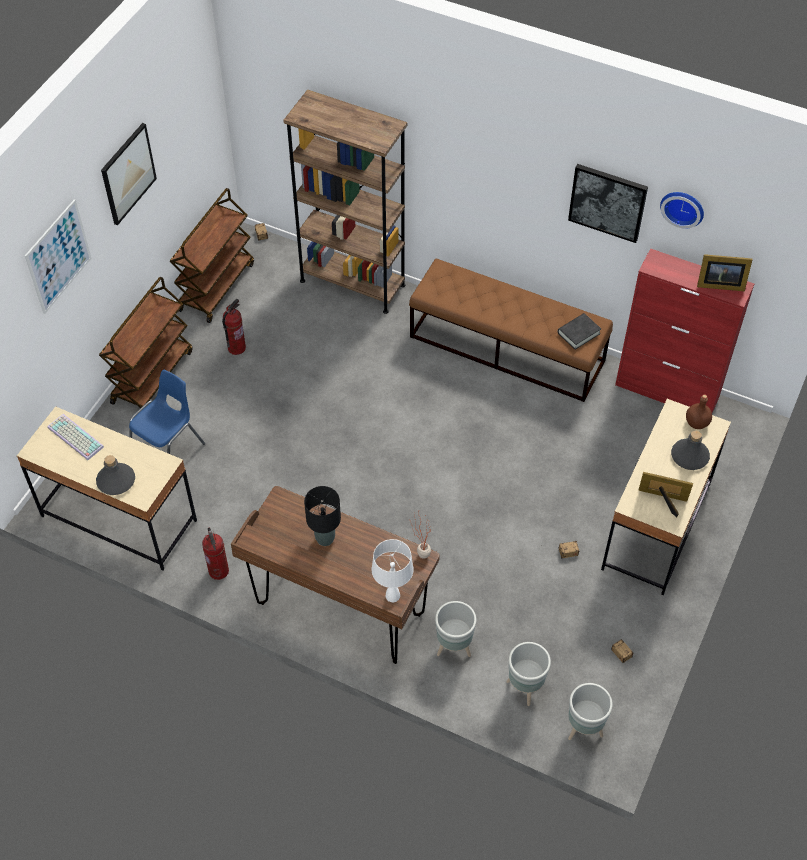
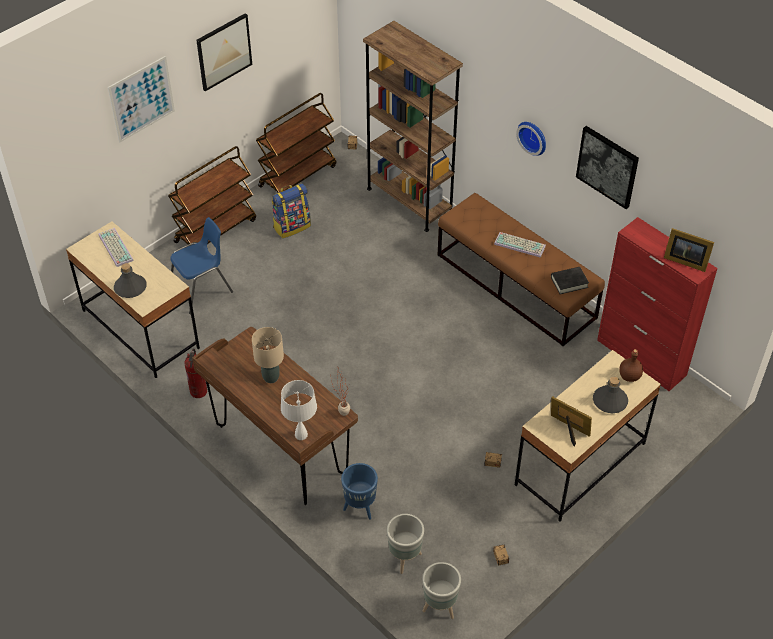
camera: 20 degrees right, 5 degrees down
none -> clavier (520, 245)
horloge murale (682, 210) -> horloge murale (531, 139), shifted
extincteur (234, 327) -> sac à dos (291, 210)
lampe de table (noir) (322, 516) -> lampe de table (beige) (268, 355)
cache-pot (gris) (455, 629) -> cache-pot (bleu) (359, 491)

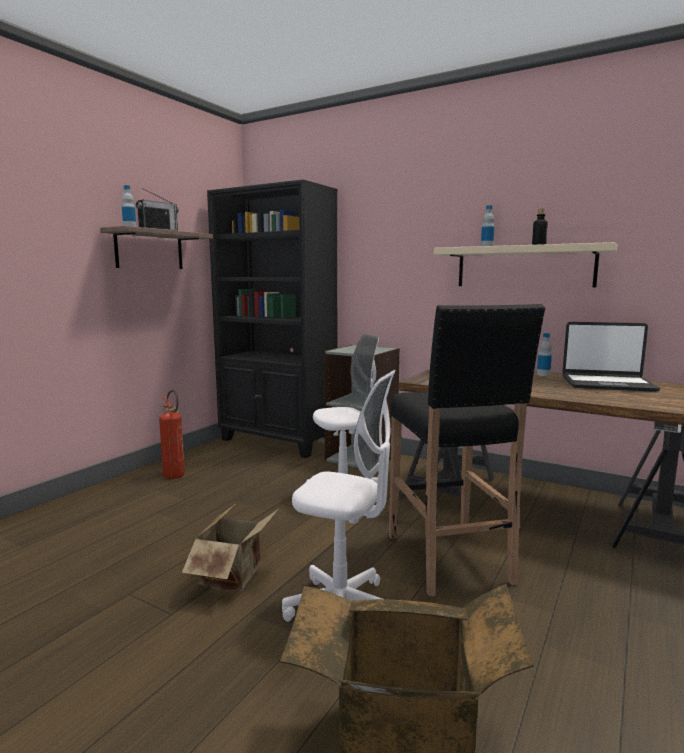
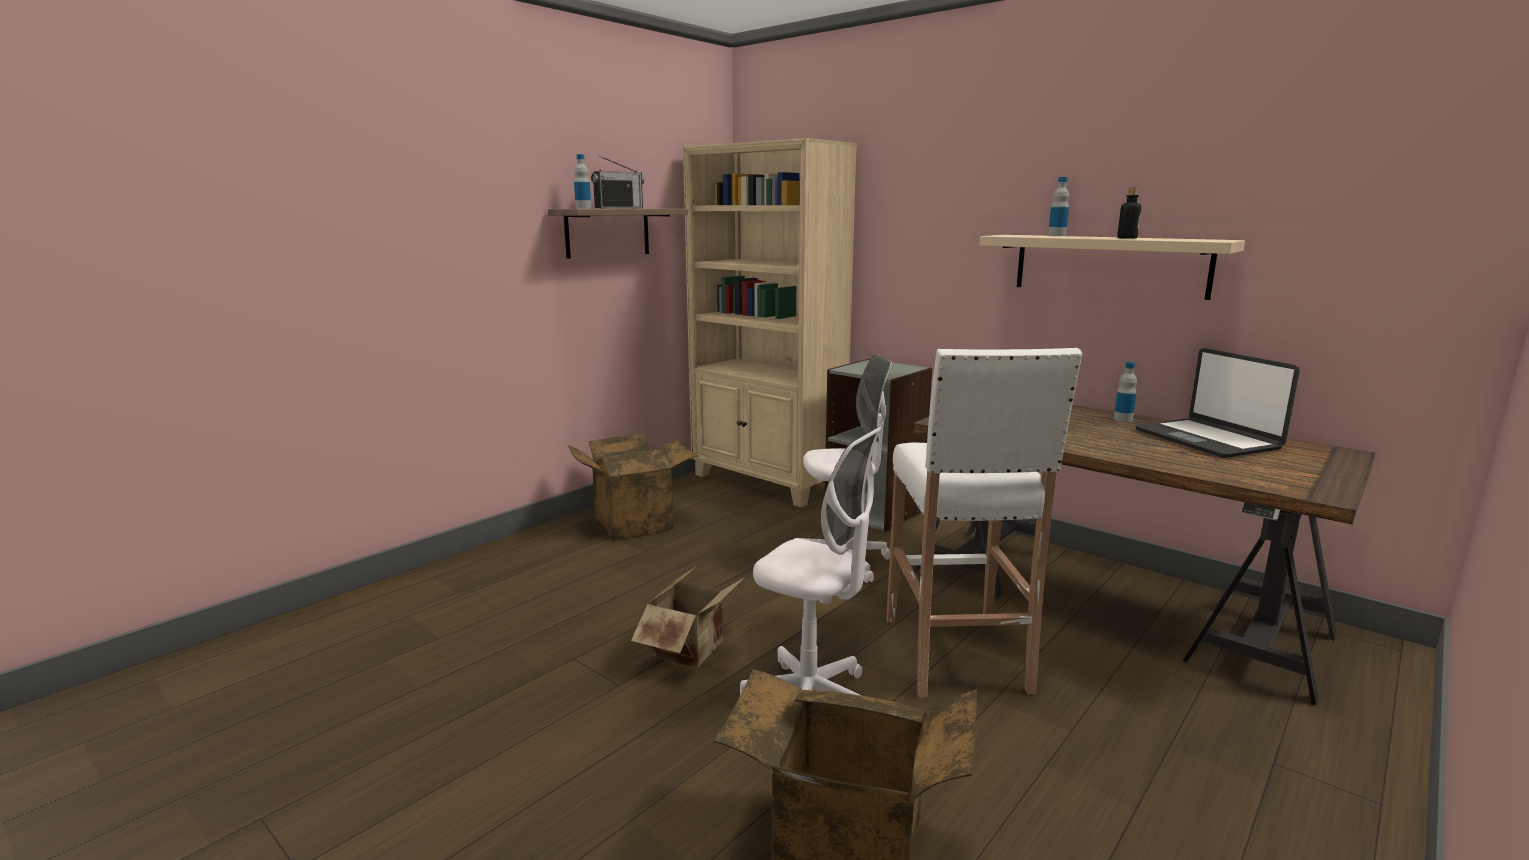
camera: 10 degrees right, 5 degrees up
extincteur (172, 434) -> carton (633, 487)
bibliothèque (noir) (272, 318) -> bibliothèque (beige) (770, 323)
tabouret (noir) (467, 450) -> tabouret (blanc) (984, 522)
ordinateur portable (611, 357) -> ordinateur portable (1218, 403), 45 degrees clockwise

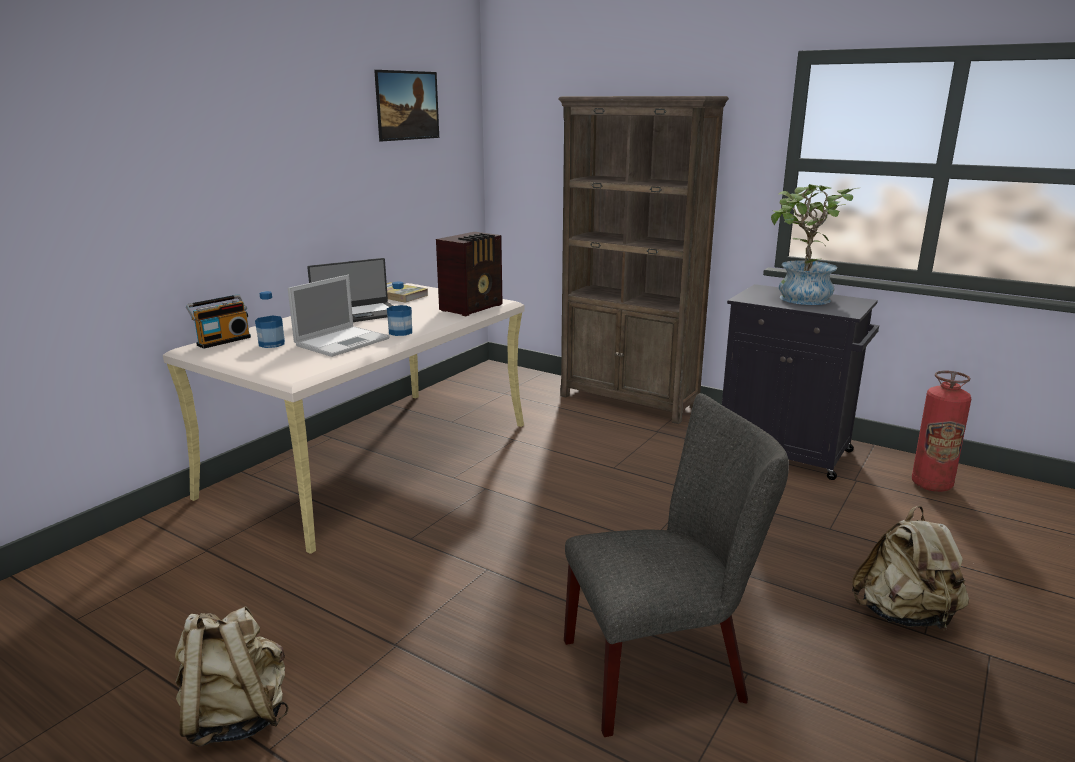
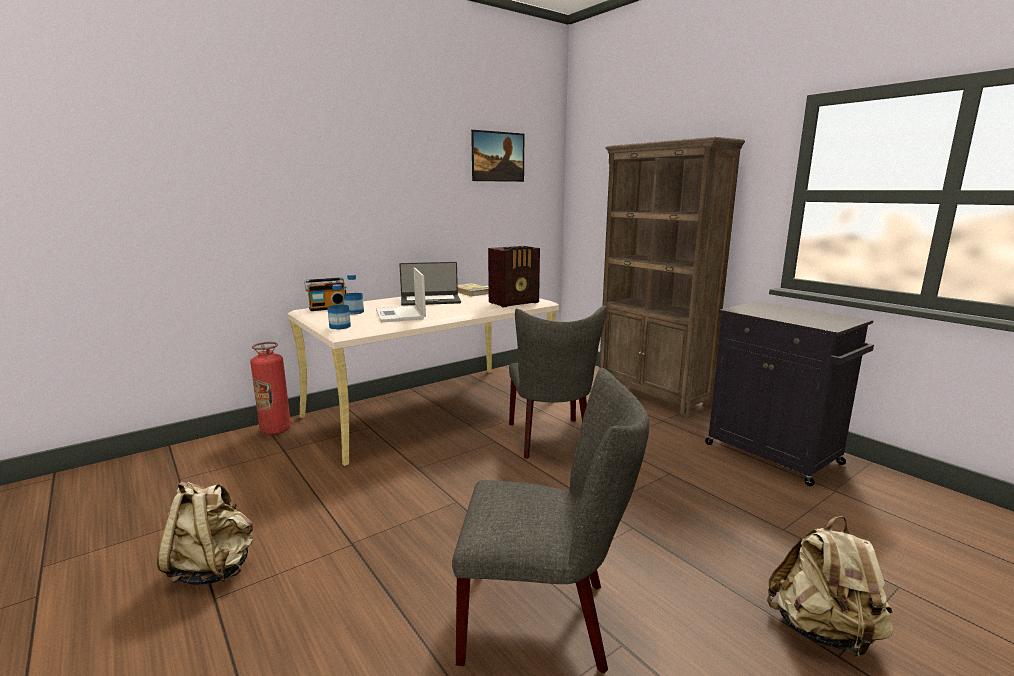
camera: 20 degrees right, 5 degrees down
plante en pot (814, 244) -> none
none -> chaise (gris) (558, 382)
bouteille (399, 308) -> bouteille (339, 306), shifted
extincteur (941, 431) -> extincteur (270, 388), shifted
ordinateur portable (338, 316) -> ordinateur portable (401, 295), 105 degrees clockwise

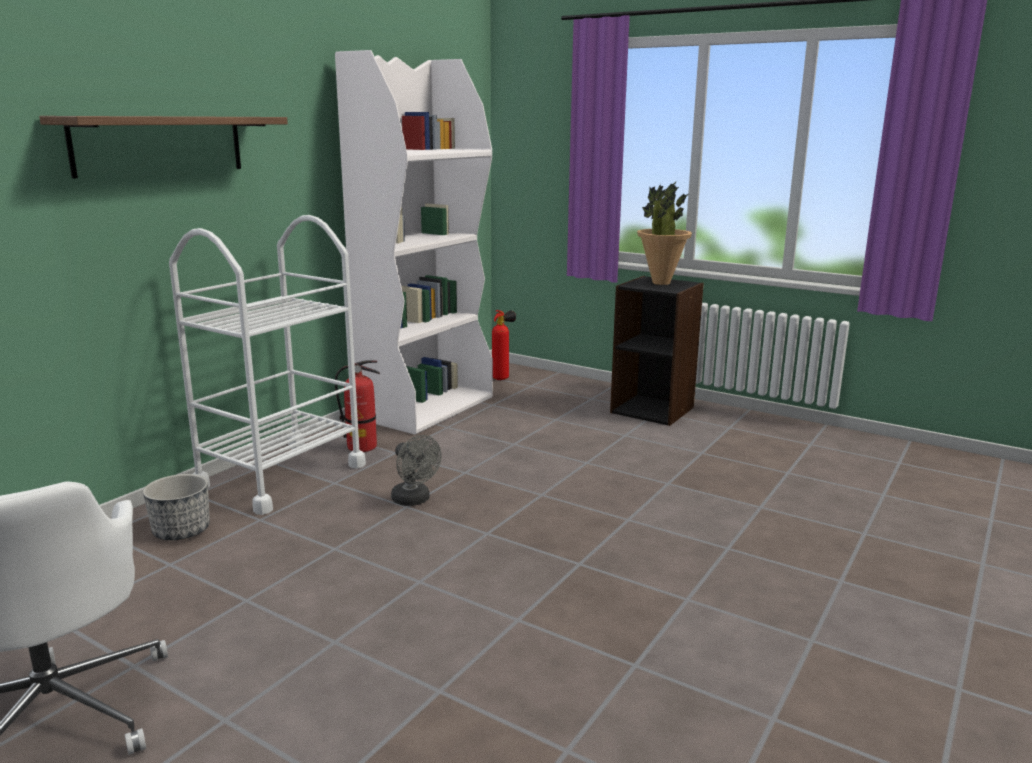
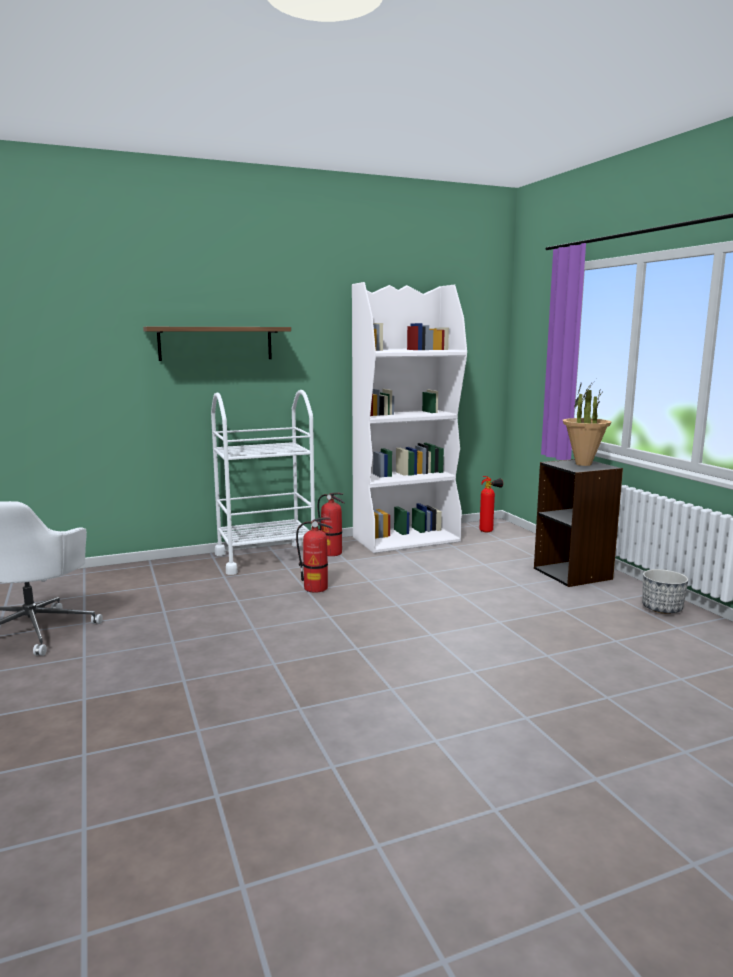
camera: 35 degrees right, 5 degrees down
cache-pot (176, 507) -> cache-pot (665, 591), shifted
ventilateur (gris) (416, 470) -> extincteur (314, 555)

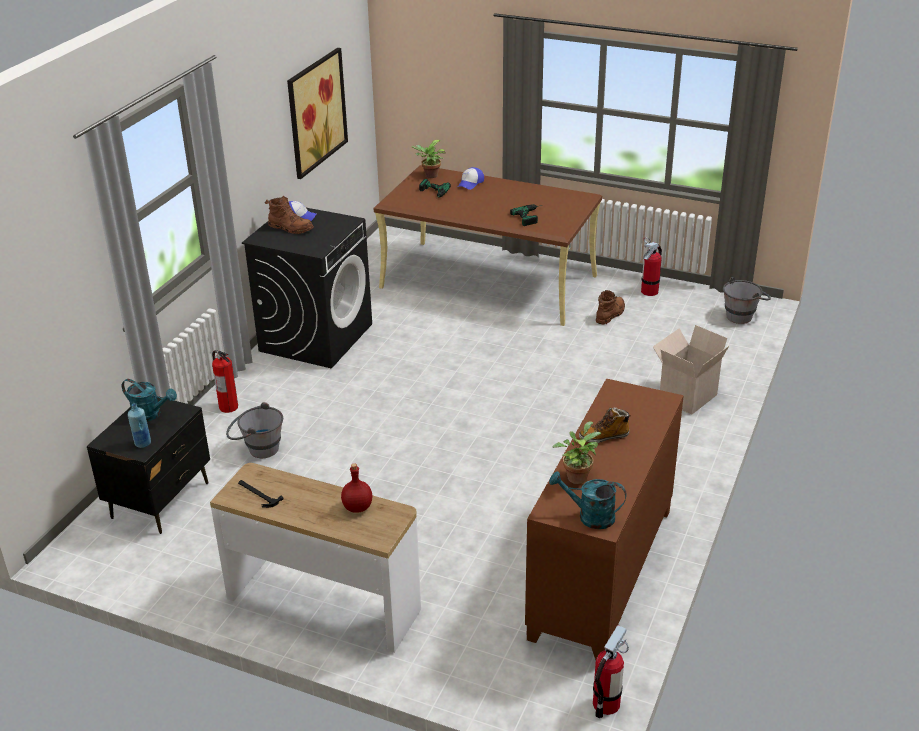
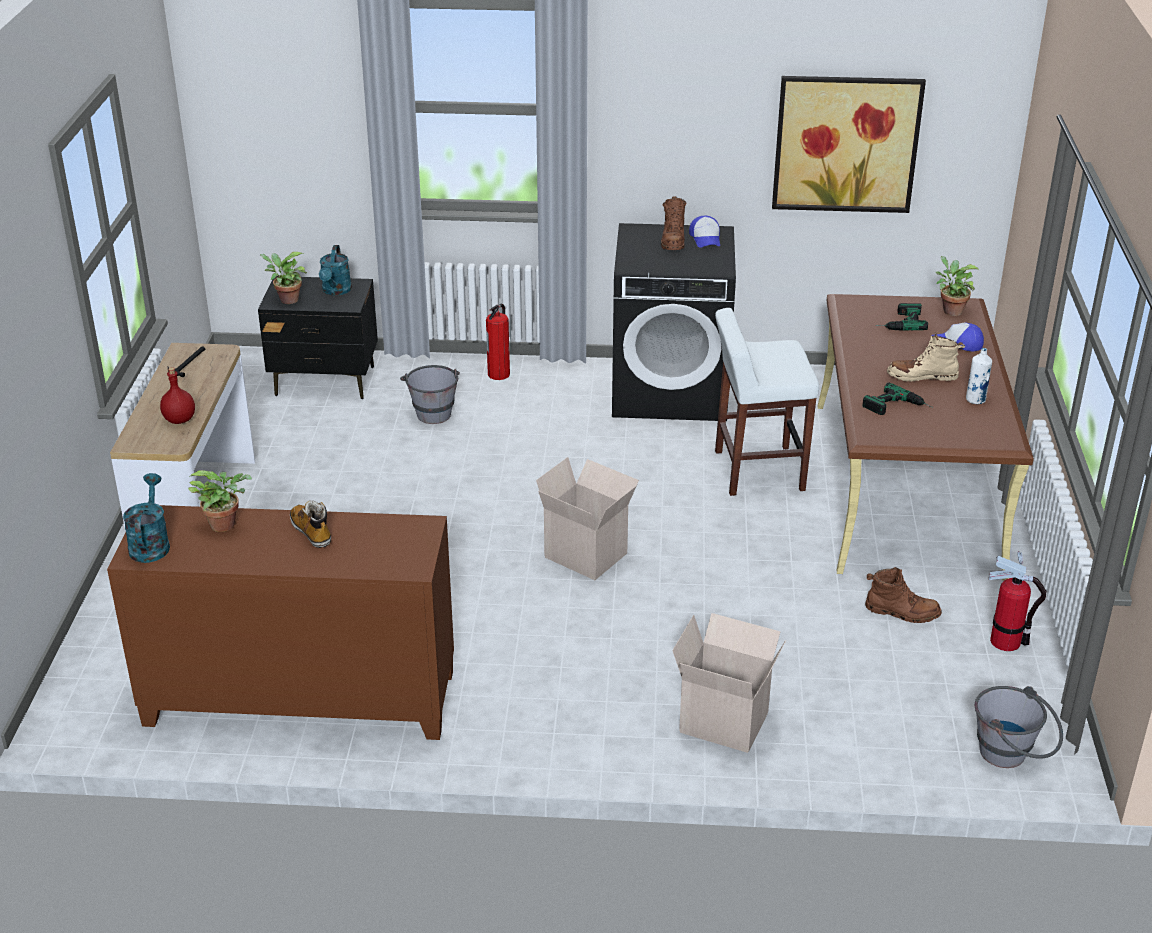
camera: 70 degrees right, 0 degrees up
extincteur (611, 671) -> none
none -> carton (587, 518)
none -> tabouret (blanc) (767, 402)
none -> botte (beige) (926, 357)
none -> bouteille (blanc) (979, 376)
bouteille (bleu) (139, 425) -> plante en pot (283, 278)

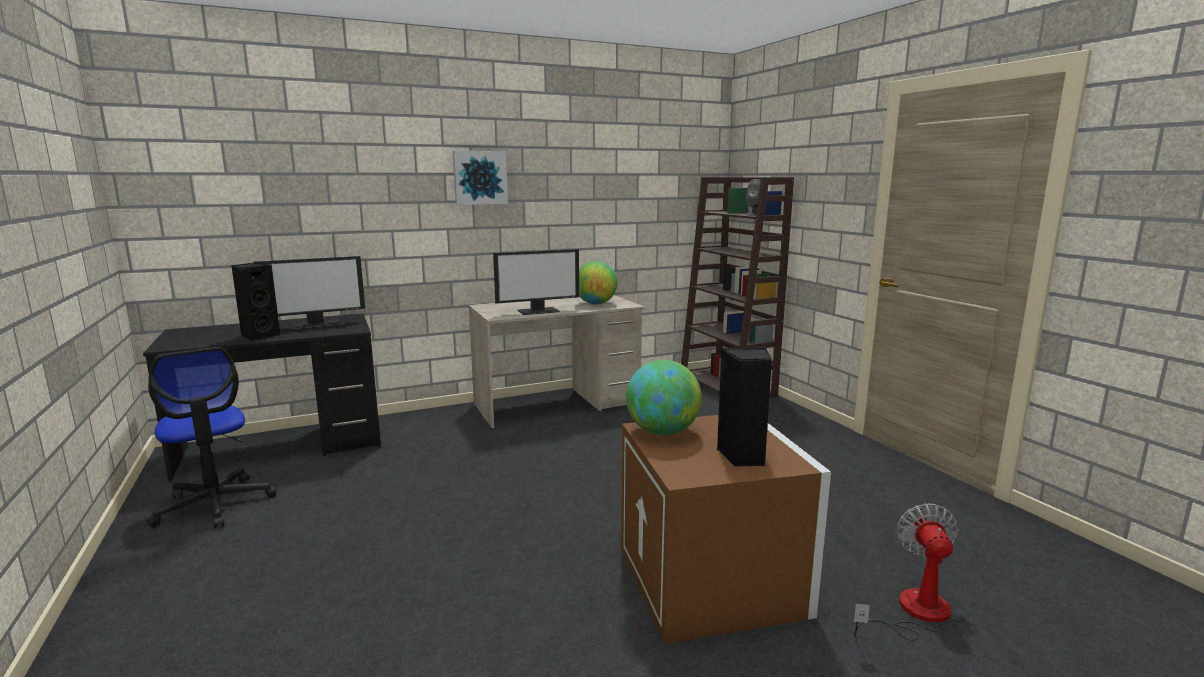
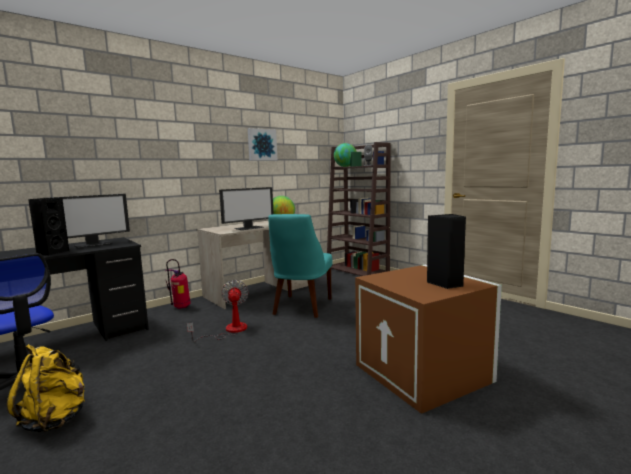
camera: 15 degrees left, 5 degrees down
none -> sac à dos (jaune) (46, 388)
none -> extincteur (178, 284)
none -> chaise (turquoise) (300, 266)
tableau (480, 178) -> tableau (263, 144), shifted
globe (664, 397) -> globe (345, 155), shifted
ventilateur (906, 572) -> ventilateur (218, 311), shifted

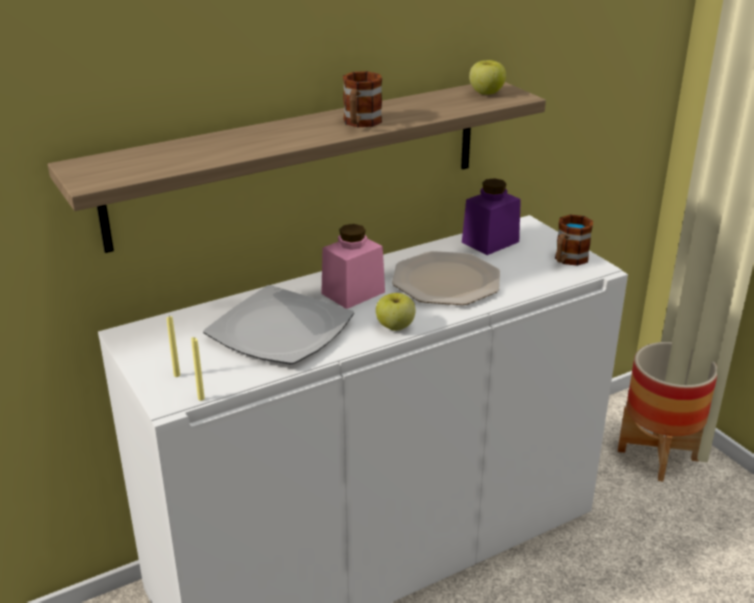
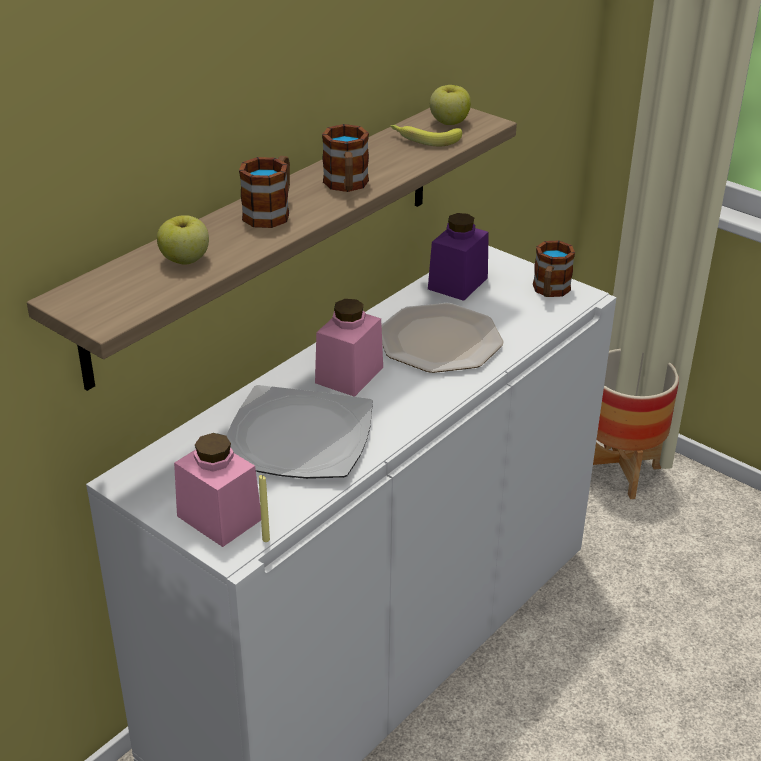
camera: 20 degrees left, 5 degrees up
none -> mug (264, 192)
none -> banane (426, 135)
pomme (395, 312) -> pomme (183, 240), shifted
bougie (jaune) (173, 346) -> bocal (rose) (217, 490)

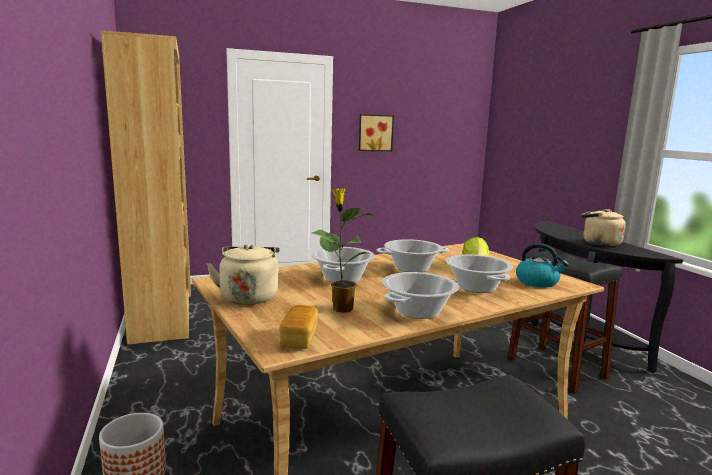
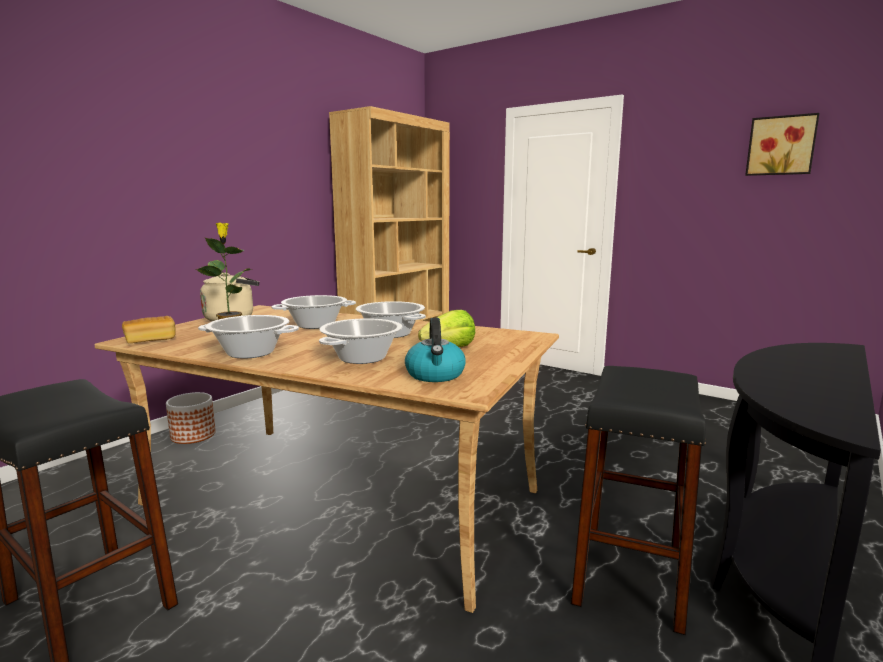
camera: 55 degrees right, 0 degrees up
bouilloire (beige) (603, 228) -> none
tableau (376, 132) -> tableau (782, 144), shifted

